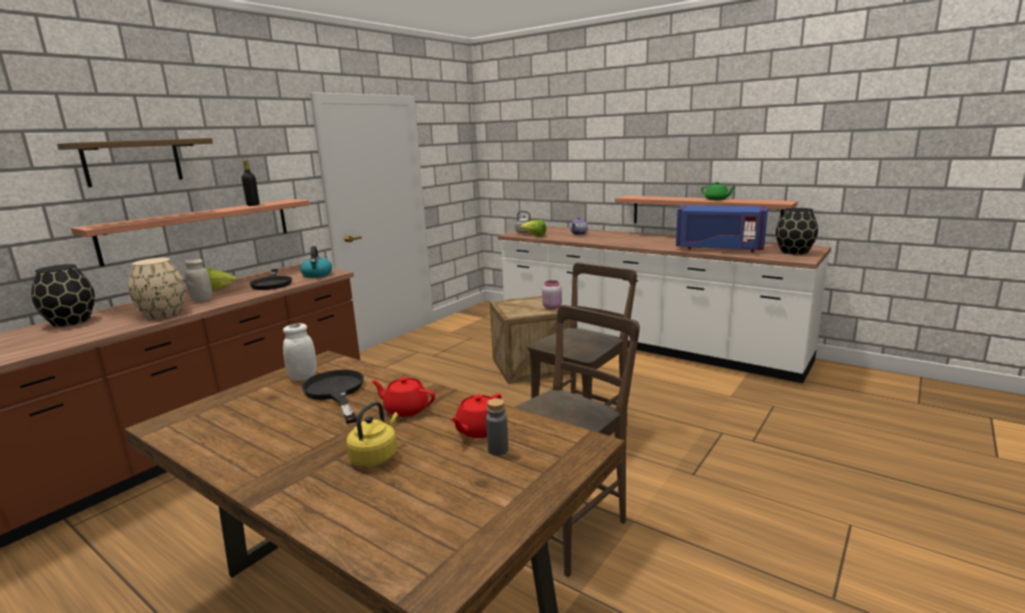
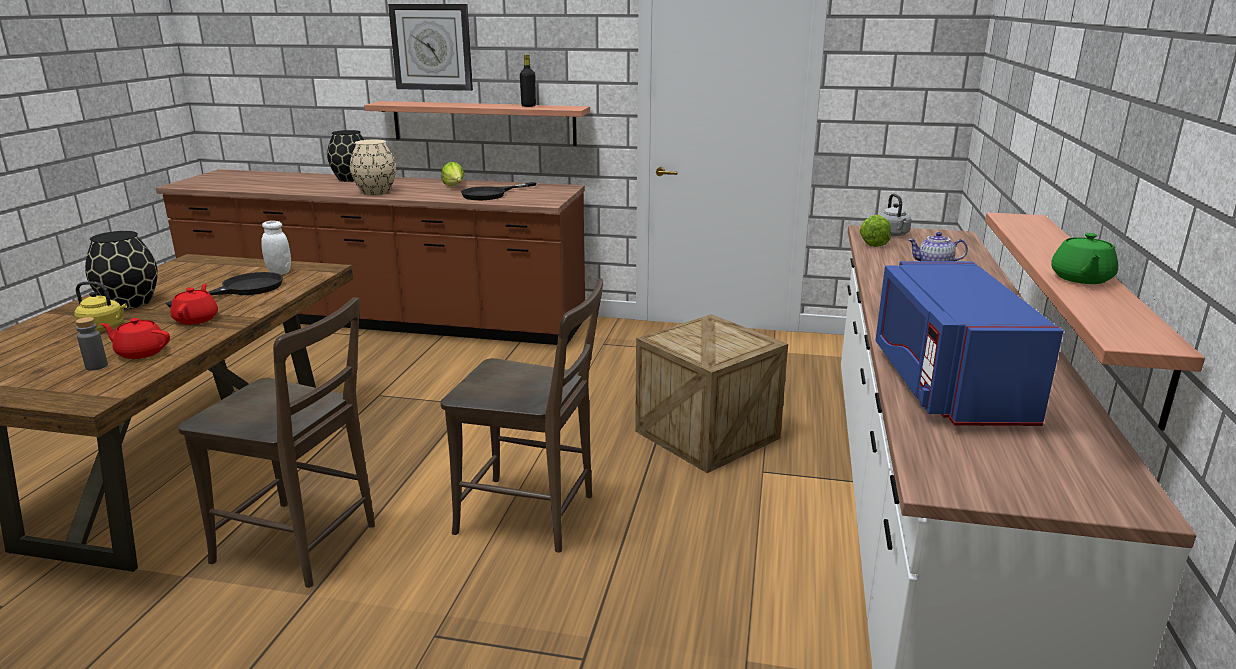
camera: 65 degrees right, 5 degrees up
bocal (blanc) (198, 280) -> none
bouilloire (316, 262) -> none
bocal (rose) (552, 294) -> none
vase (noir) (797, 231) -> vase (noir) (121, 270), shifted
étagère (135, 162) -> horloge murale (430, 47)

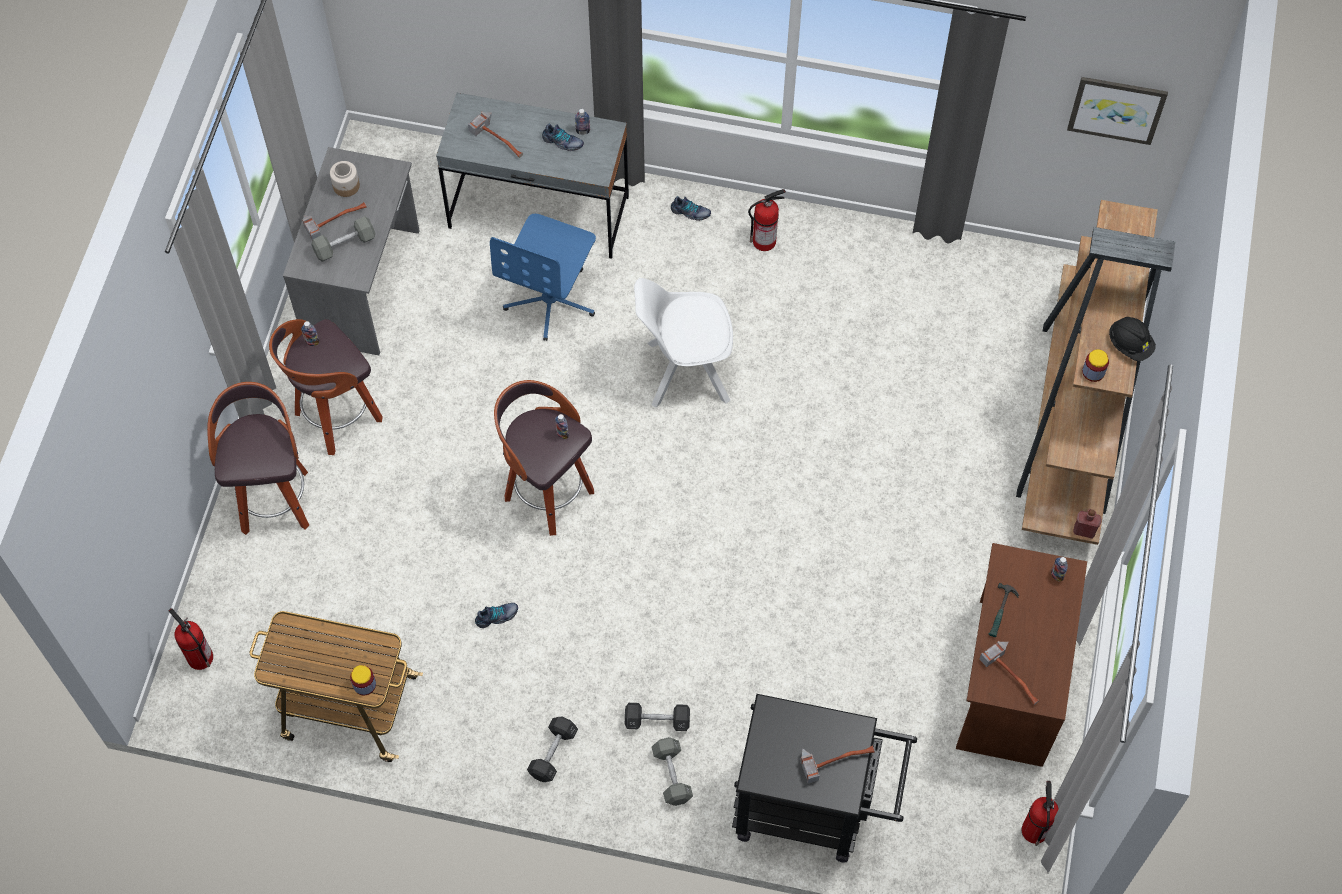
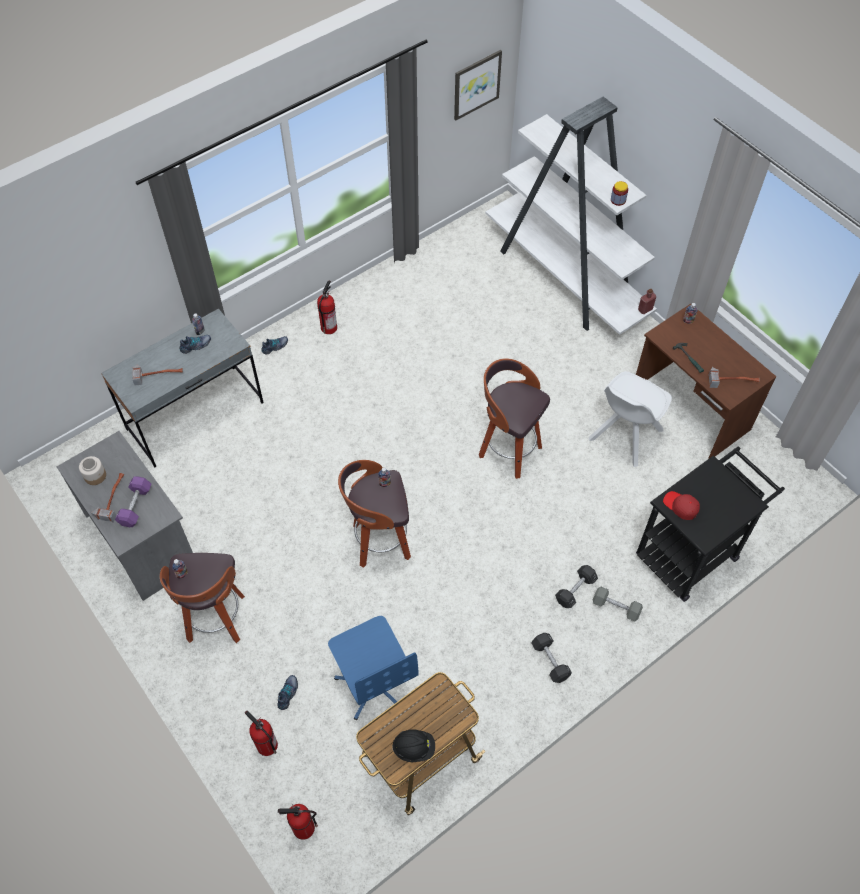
camera: 50 degrees left, 5 degrees down
bocal (363, 680) -> none
marteau (837, 764) -> none
none -> casquette (rouge) (681, 505)
tabouret (258, 458) -> tabouret (514, 418), shifted
chaussure (496, 615) -> chaussure (287, 692), shifted
chaise de bureau (bleu) (543, 277) -> chaise de bureau (bleu) (373, 668), shifted
chaise (blanc) (683, 343) -> chaise (blanc) (630, 419), shifted
extincteur (1040, 813) -> extincteur (261, 733), shifted
casque de chantier (noir) (1132, 339) -> casque de chantier (noir) (413, 745), shifted
haltère (gris) (343, 239) -> haltère (violet) (133, 501)
bibliothèque (marron) (1095, 372) -> bibliothèque (blanc) (571, 216)

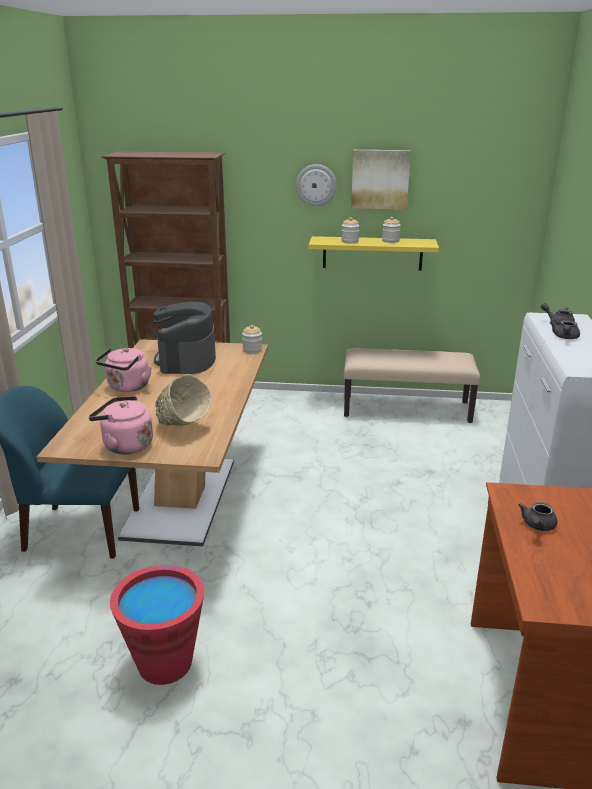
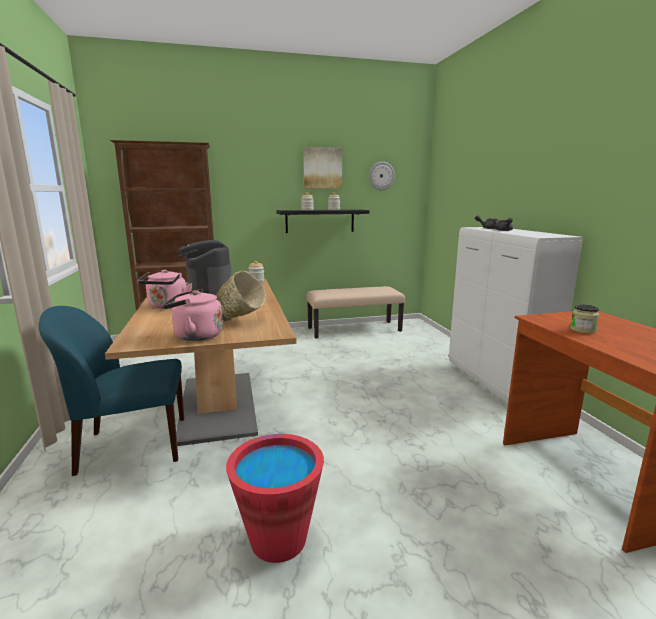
camera: 20 degrees left, 10 degrees down
horloge murale (316, 185) -> horloge murale (382, 175), shifted
théière (gris) (537, 516) -> bocal (584, 319)
étagère (jaune) (374, 253) -> étagère (noir) (323, 221)

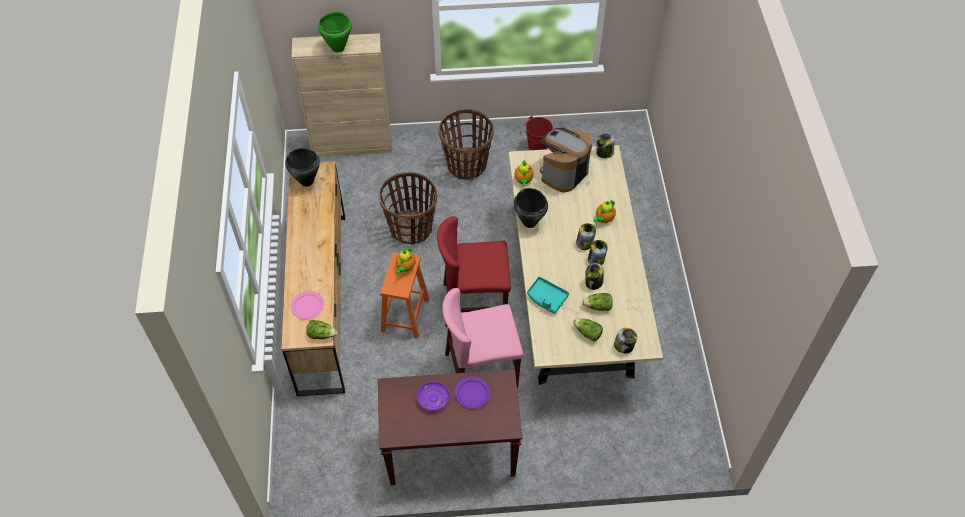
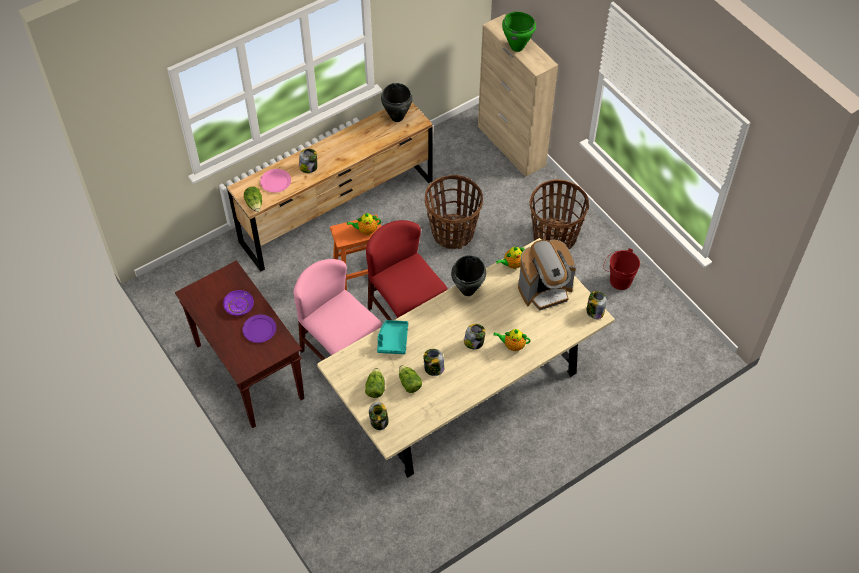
camera: 60 degrees right, 0 degrees up
bocal (597, 252) -> bocal (308, 161), shifted
machine à café (566, 160) -> machine à café (547, 275), 150 degrees clockwise

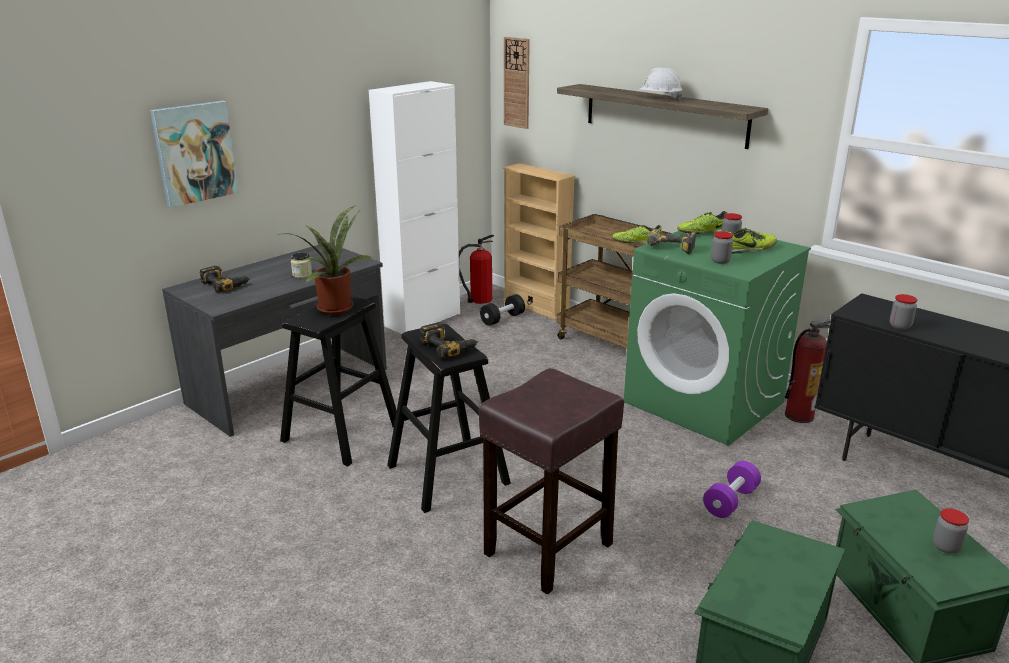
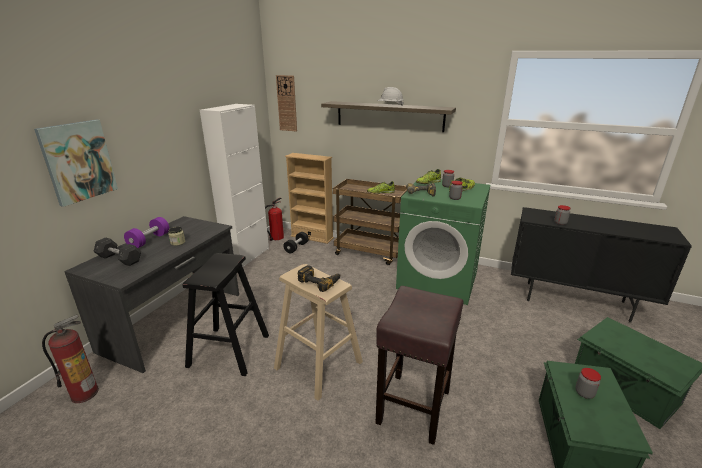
camera: 20 degrees left, 0 degrees up
plante en pot (325, 260) -> none
haltère (violet) (732, 489) -> haltère (violet) (147, 232), shifted
extincteur (808, 370) -> extincteur (70, 358), shifted
bocal (951, 531) -> bocal (588, 383), shifted
perceuse (225, 279) -> haltère (gris) (117, 251)
tabouret (noir) (449, 418) -> tabouret (beige) (318, 332)

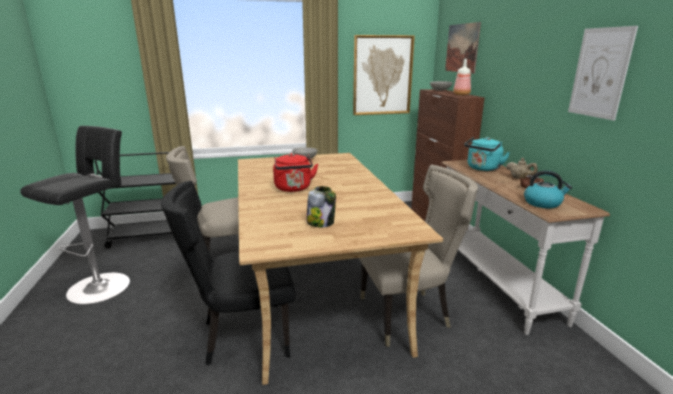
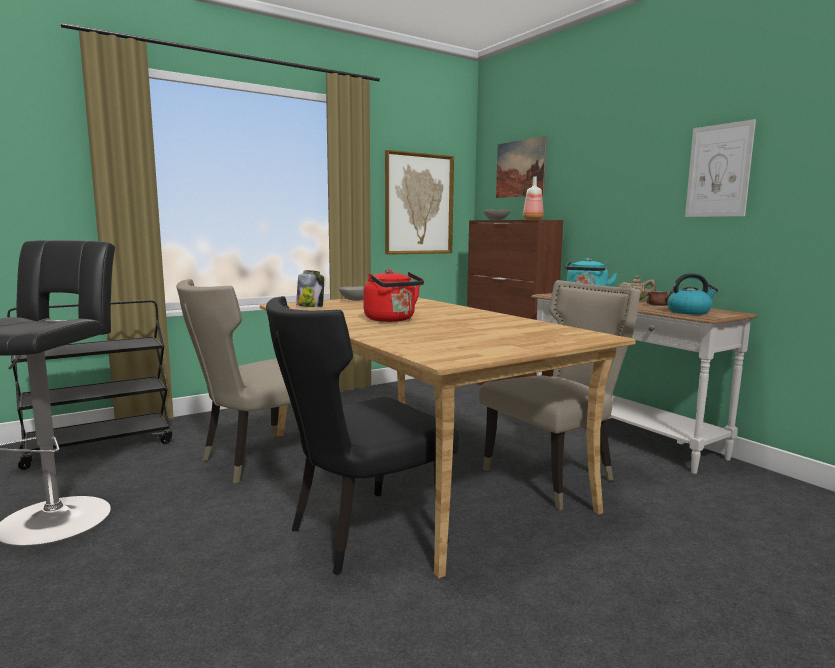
camera: 20 degrees left, 10 degrees down
bocal (321, 206) -> bocal (310, 288), shifted

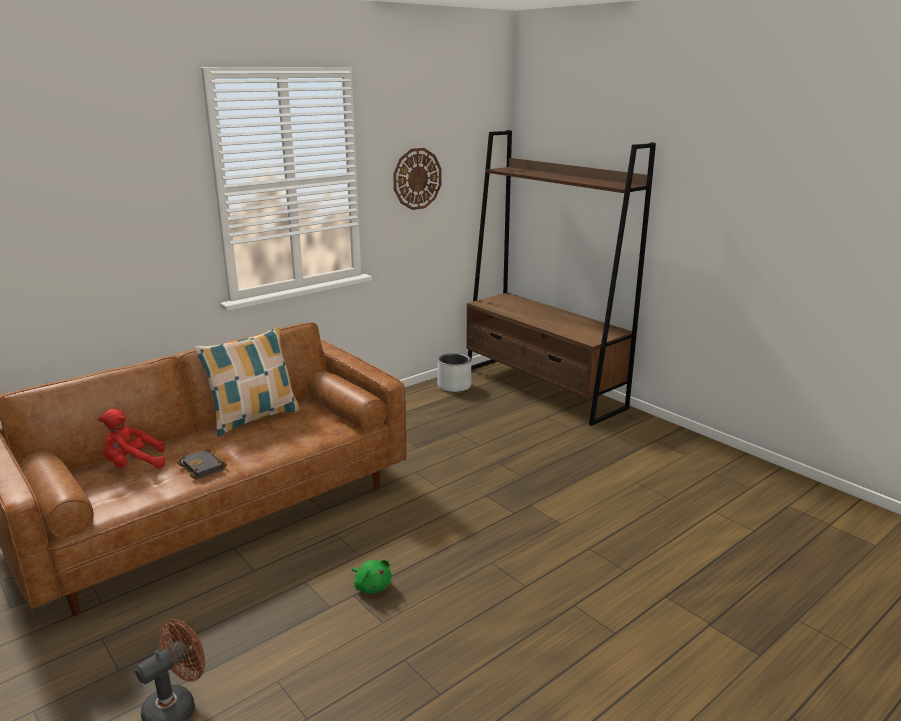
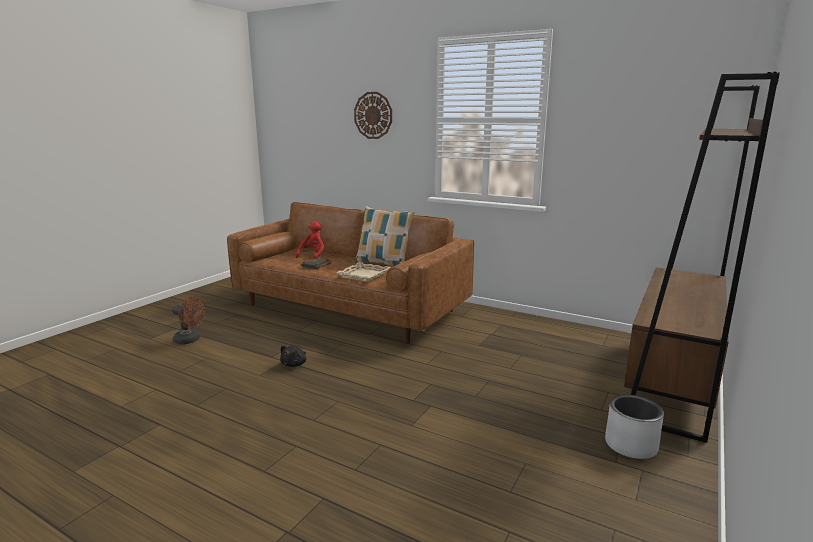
camera: 70 degrees right, 5 degrees down
none -> plateau (beige) (363, 272)
horloge murale (417, 179) -> horloge murale (373, 115), shifted
cache-pot (gris) (454, 372) -> cache-pot (gris) (634, 427), shifted
peluche (vert) (372, 576) -> peluche (noir) (293, 356)
peluche (rouge) (131, 438) -> peluche (rouge) (310, 240), 60 degrees clockwise

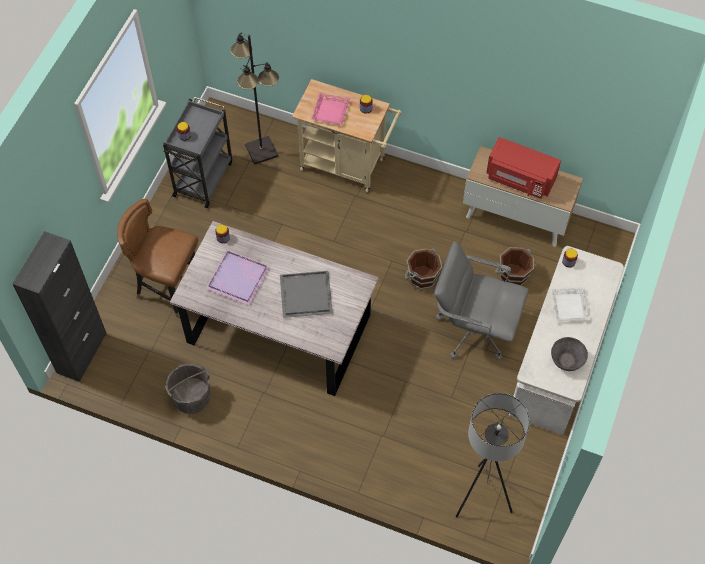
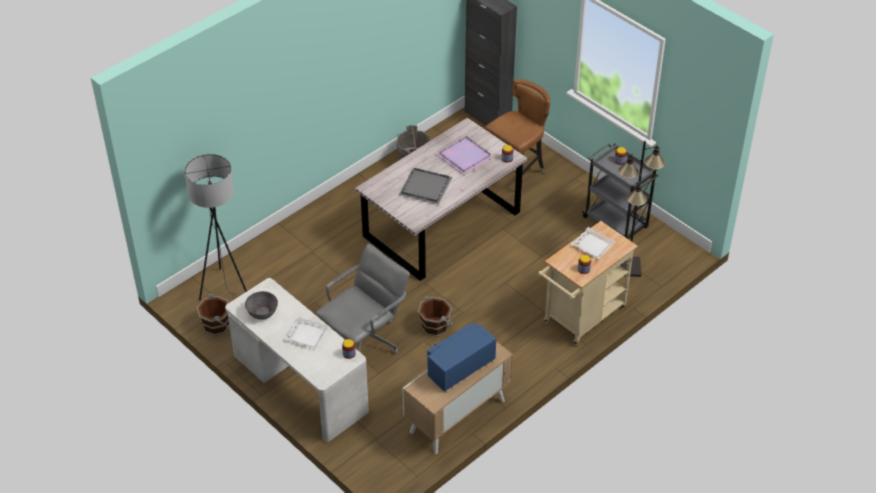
camera: 115 degrees right, 15 degrees down
seau (marron) (514, 266) -> seau (marron) (213, 315), shifted
plateau (rose) (330, 109) -> plateau (blanc) (593, 243)
micro-ondes (rouge) (523, 168) -> micro-ondes (bleu) (461, 357)

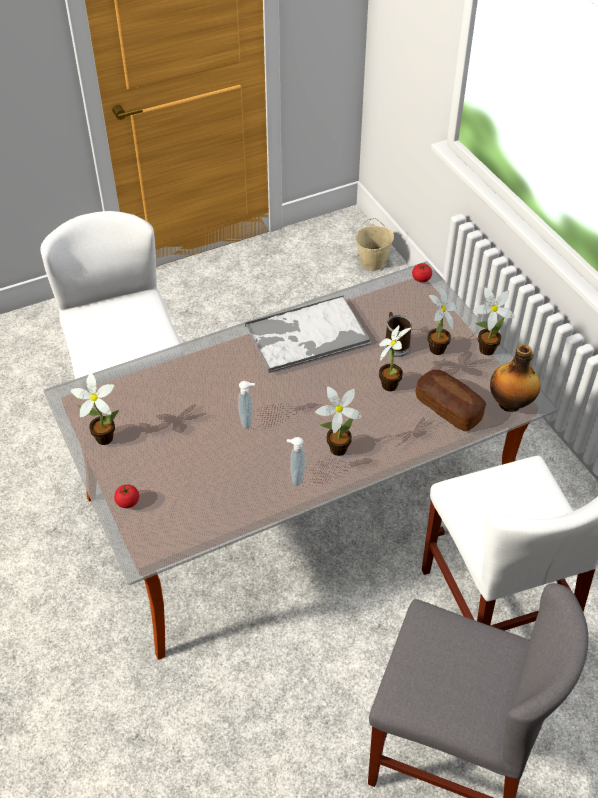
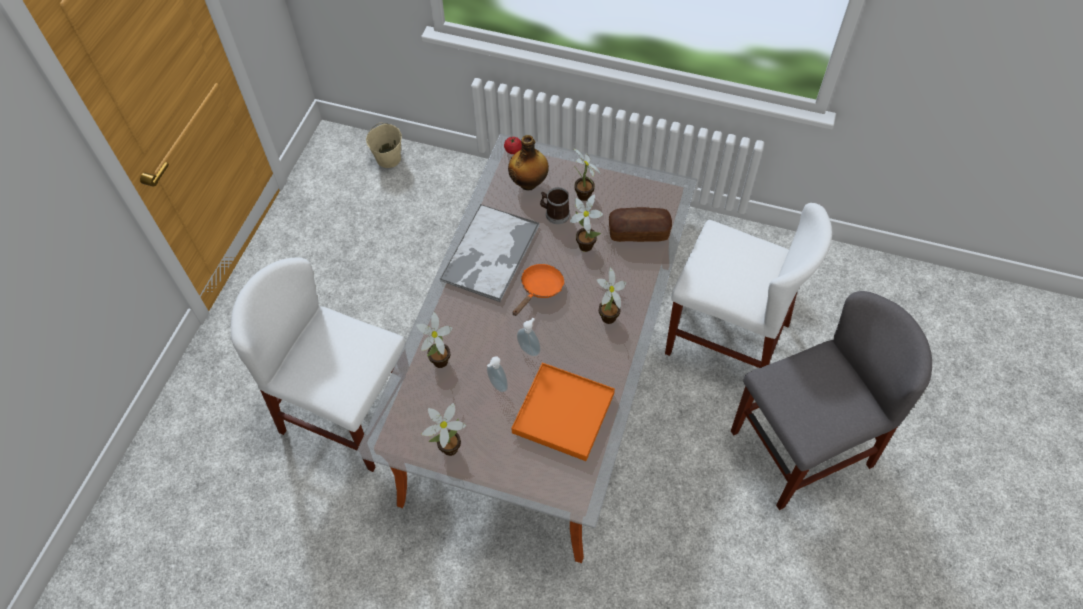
camera: 45 degrees left, 10 degrees up
tomate (126, 496) -> none
none -> plateau (orange) (563, 412)
none -> poêle (orange) (538, 290)
distributeur de savon (296, 461) -> distributeur de savon (497, 374), shifted
plante en pot (493, 321) -> plante en pot (434, 340), shifted
bouteille (515, 378) -> bouteille (528, 162), shifted

